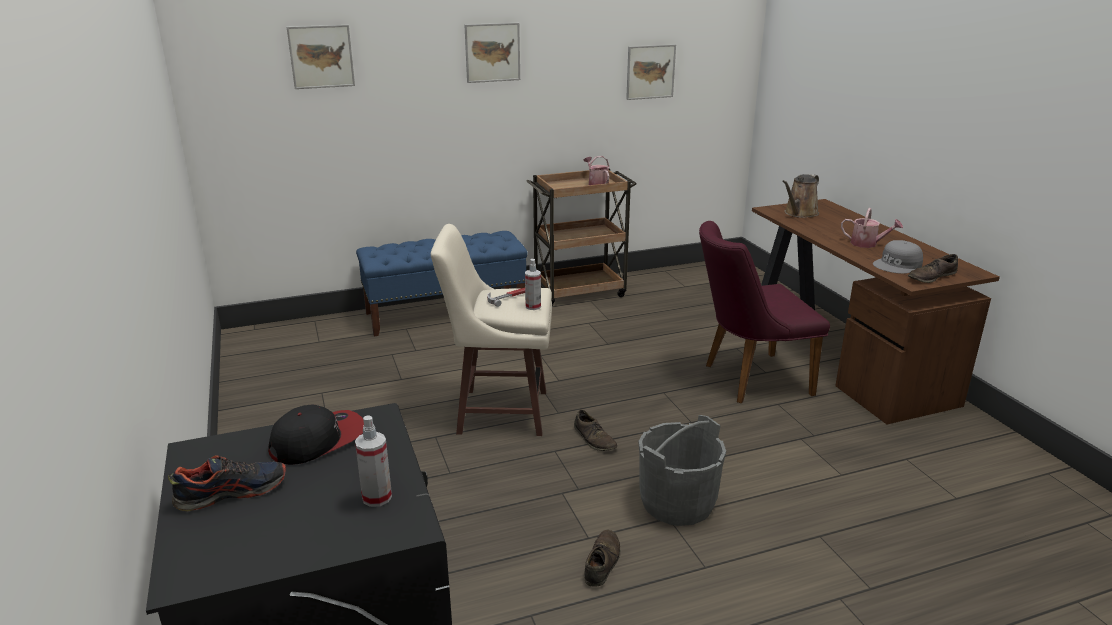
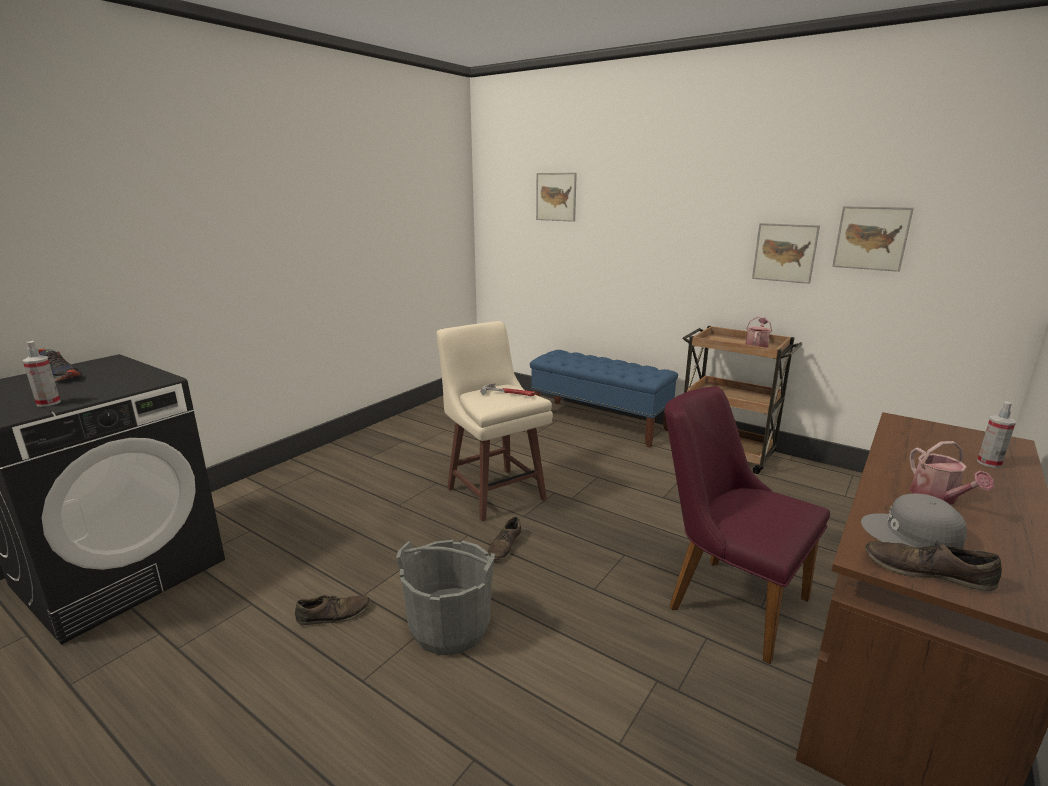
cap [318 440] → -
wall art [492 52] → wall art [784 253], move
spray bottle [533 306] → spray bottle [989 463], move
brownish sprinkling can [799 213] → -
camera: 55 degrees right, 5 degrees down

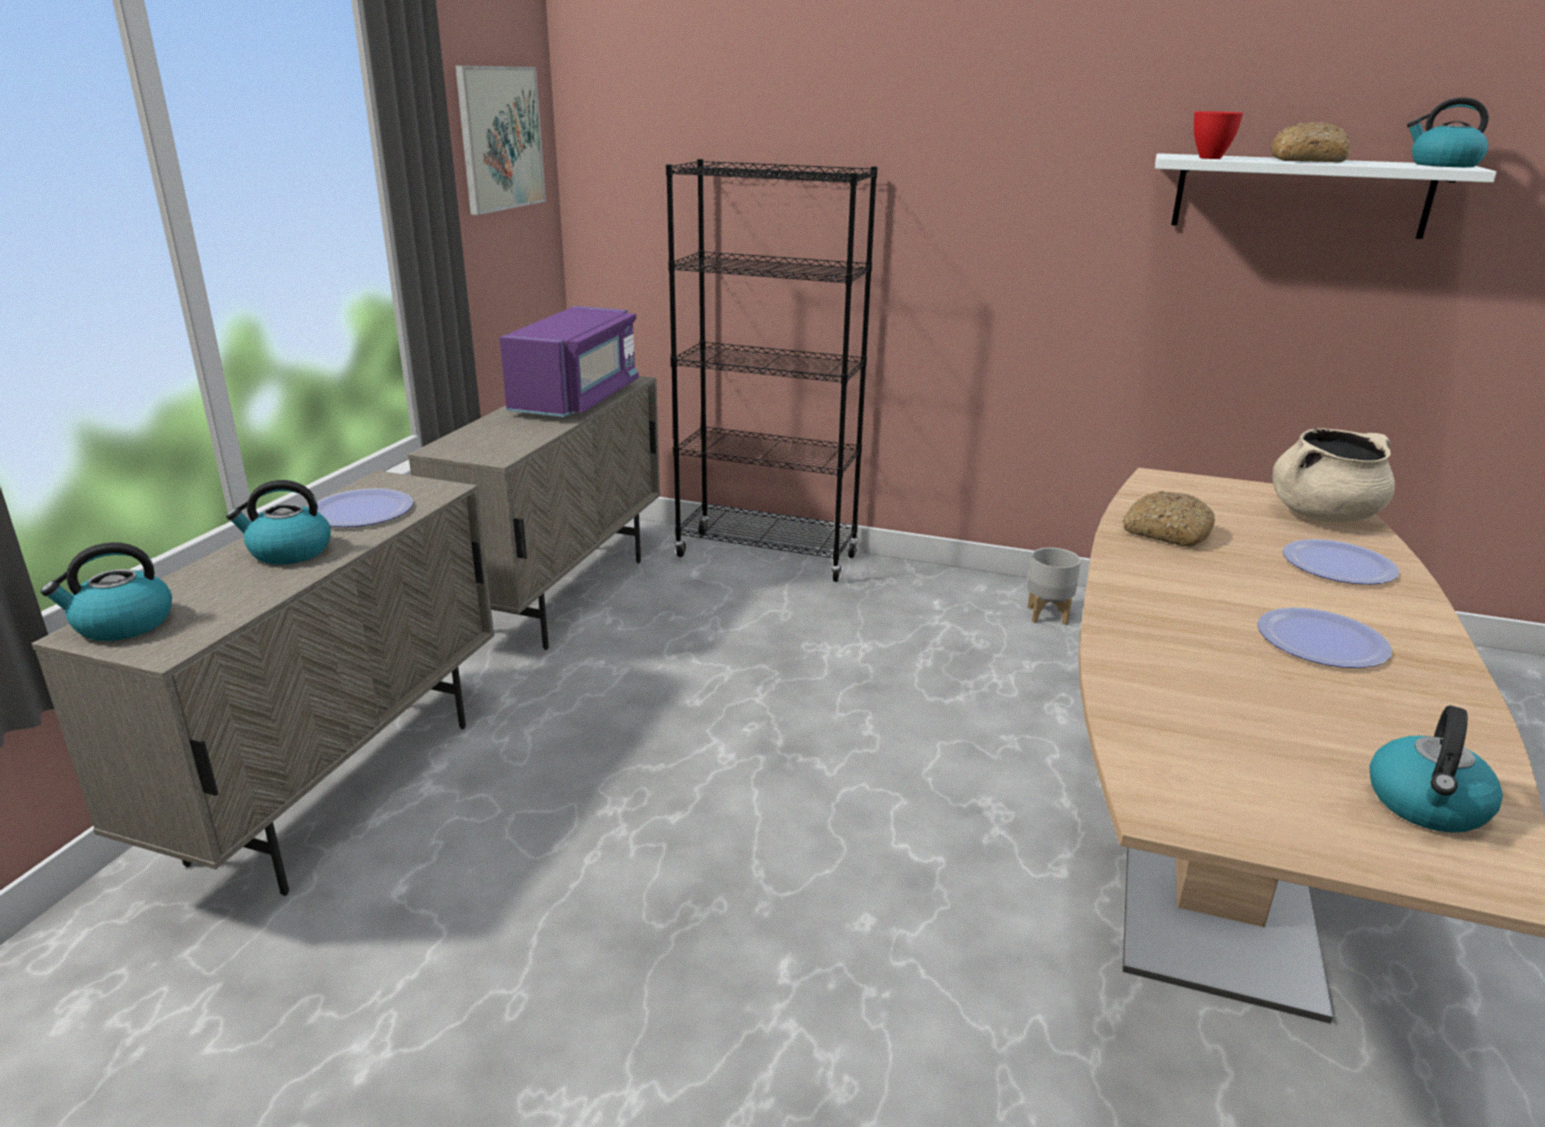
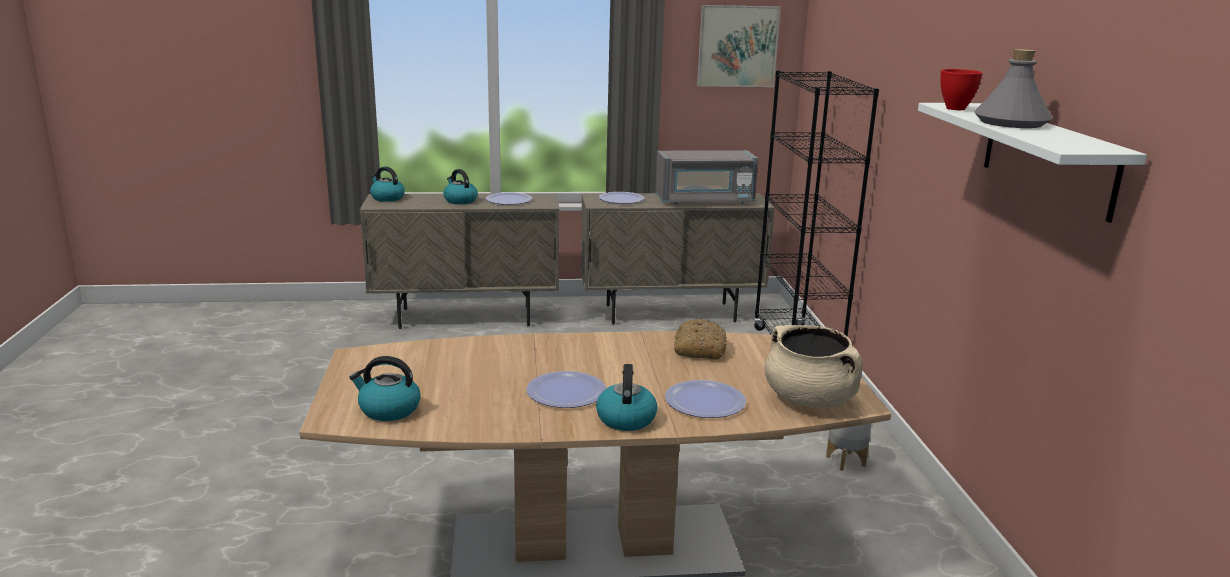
purple-coloured kitchen microwave [576 399] → grey kitchen microwave [704 201]
bakery bread [1308 160] → grey drink bottle [1012 123]
tea kettle [1443 165] → tea kettle [625 418], move
- → flat dish [621 199]
camera: 65 degrees right, 5 degrees down

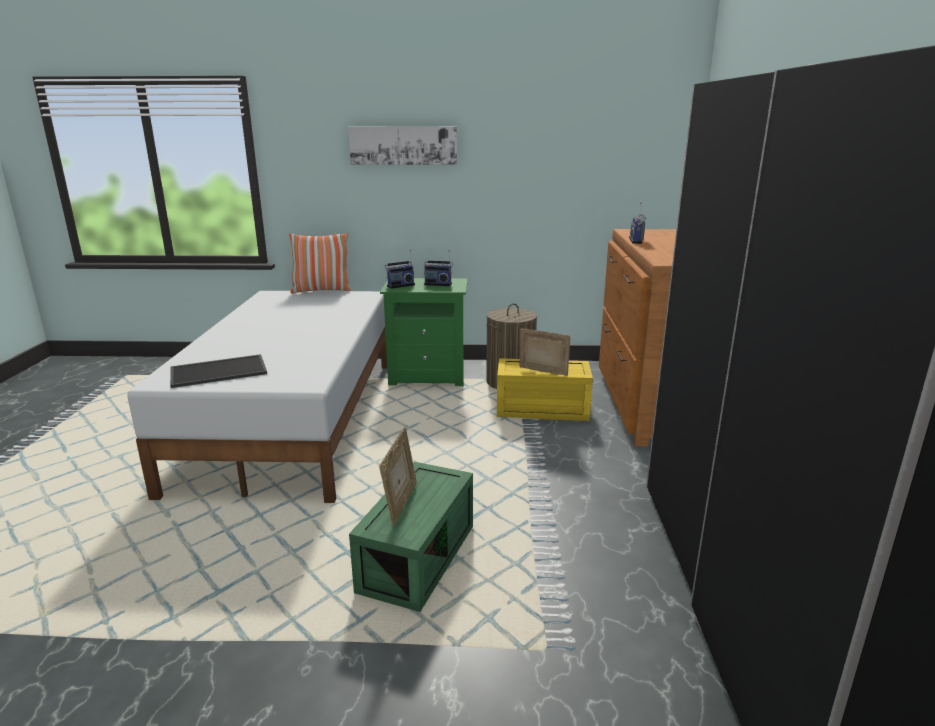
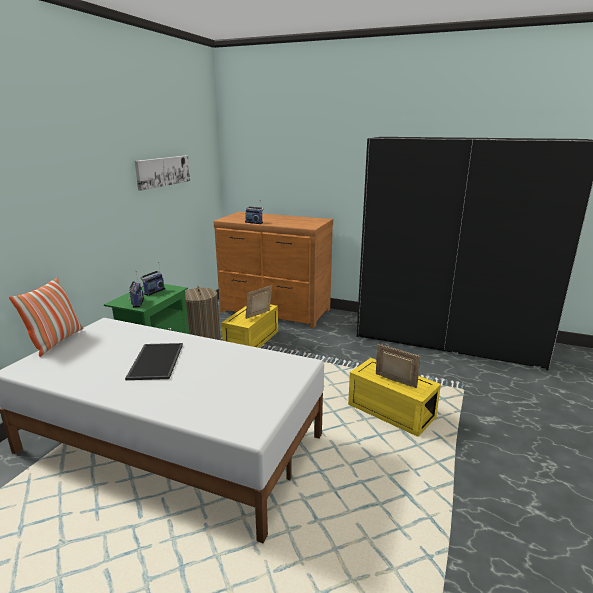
carrying tray [219 371] → carrying tray [155 361], move
wall art [403 145] → wall art [163 171], move
green storage box [416 556] → yellow storage box [389 411]
camera: 70 degrees left, 0 degrees up

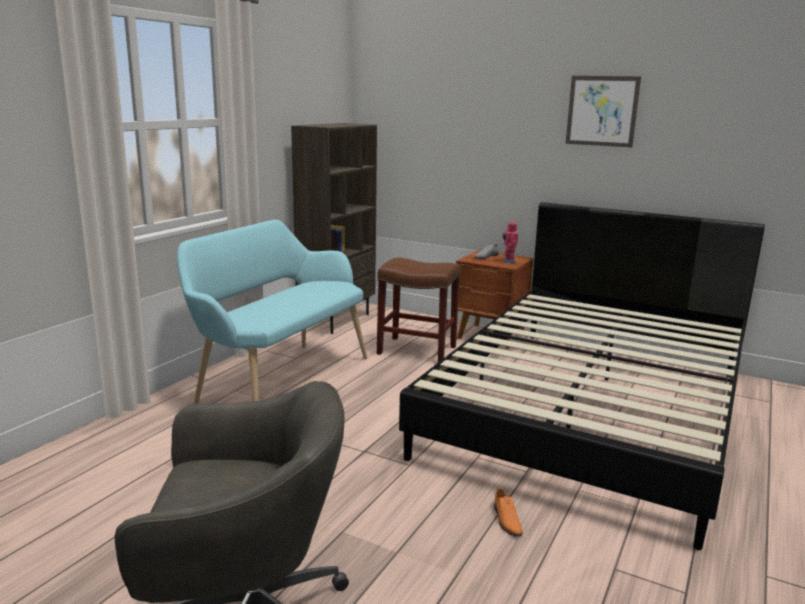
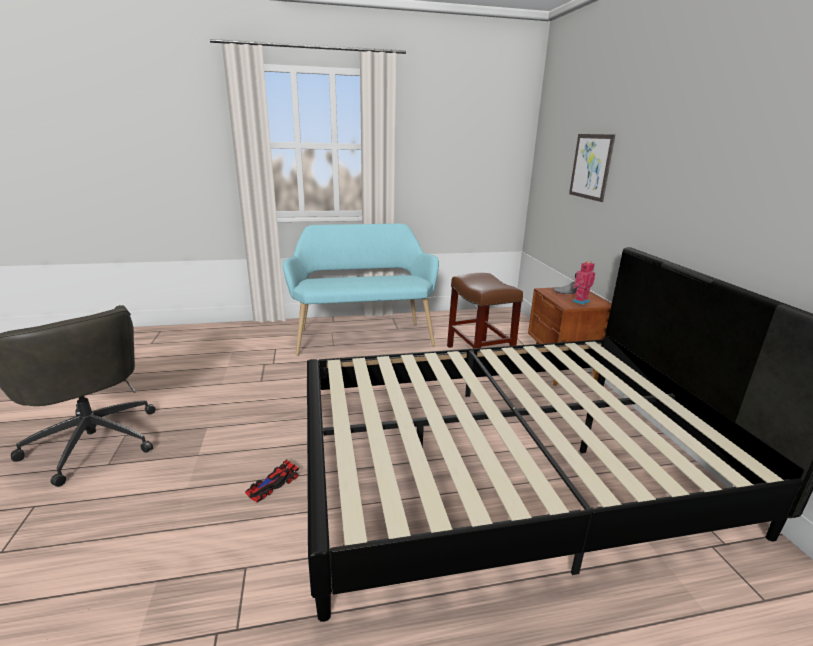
brownish bookcase [337 320] → -
orangey shoe [506 520] → model car [273 484]
wall art [602 111] → wall art [591 166], move
camera: 50 degrees right, 5 degrees up

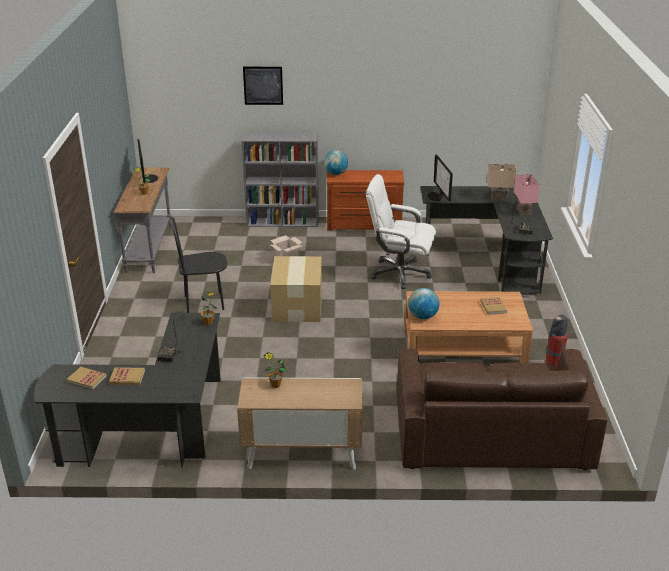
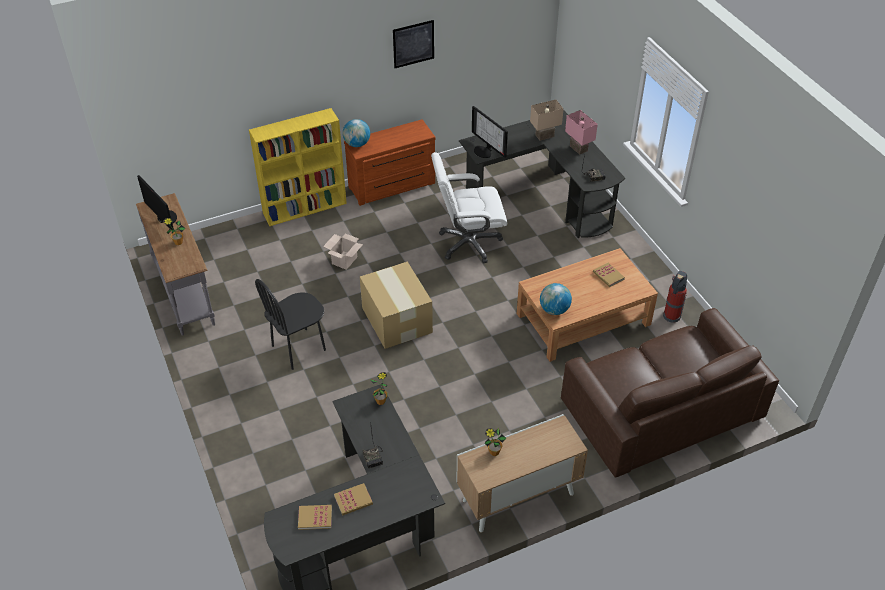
grey bookcase [283 222] → yellow bookcase [305 208]
wall art [263 85] → wall art [413 44], move
camera: 25 degrees left, 15 degrees up

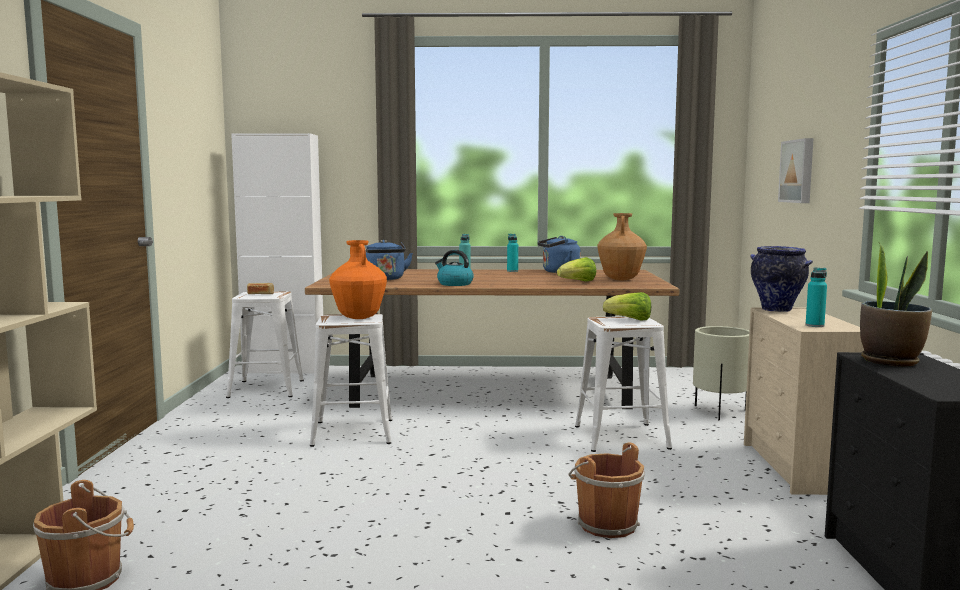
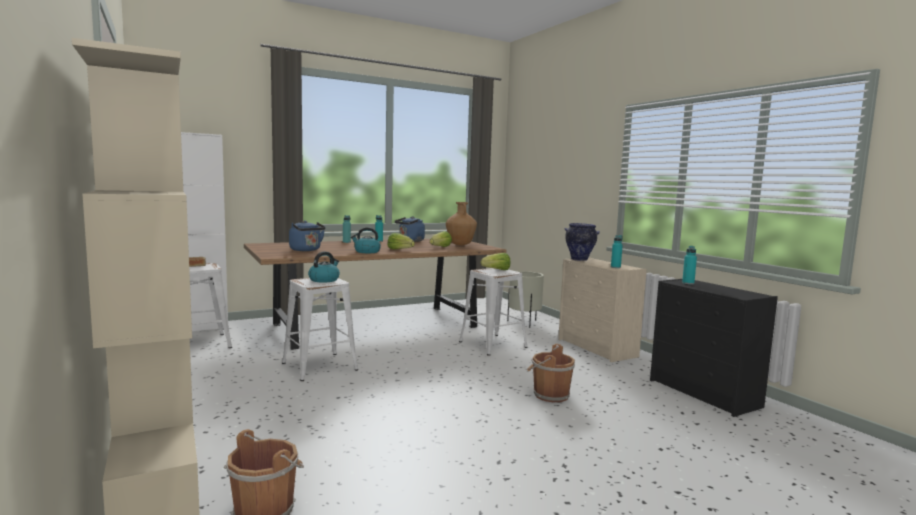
orangey flower vase [359 318] → tea kettle [324 280]
wall art [798 171] → -
potted plant [890 361] → turquoise-coloured drink bottle [688 283]
- → lettuce [400 250]
camera: 30 degrees left, 0 degrees up

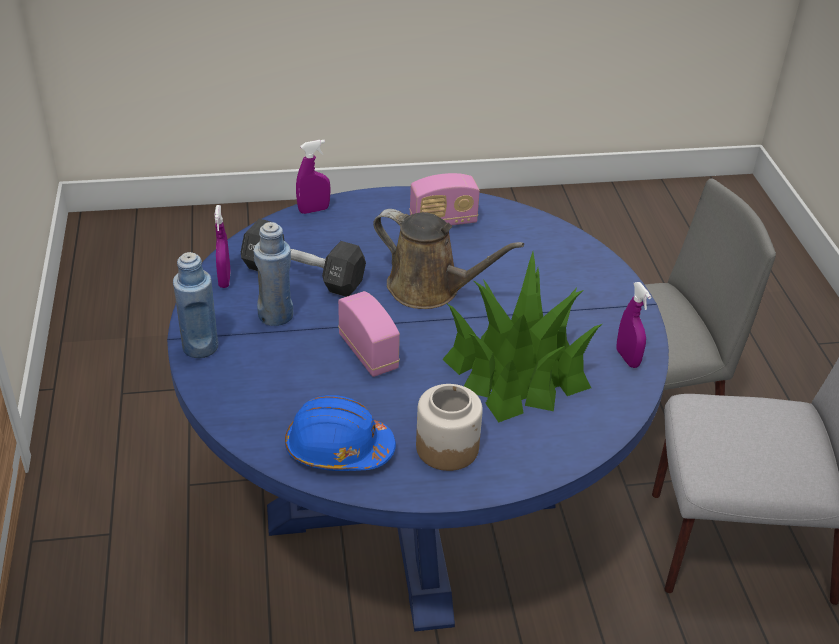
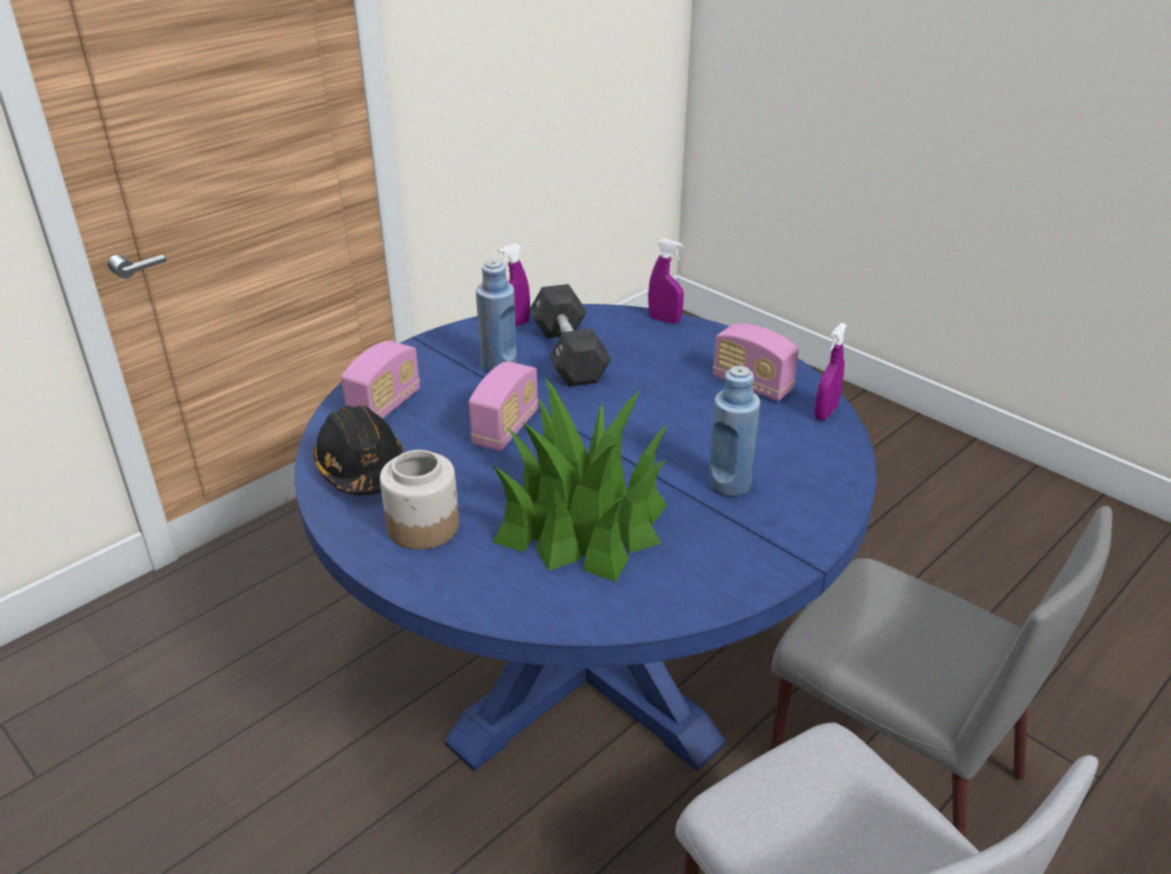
blue drink bottle [200 347] → blue drink bottle [729 484], move
blue safety helmet [338 449] → black safety helmet [362 469]
brownish sprinkling can [430 289] → -
purple-coloured spray bottle [627 358] → purple-coloured spray bottle [825 413], move
- → radio [385 406]
camera: 55 degrees right, 5 degrees down

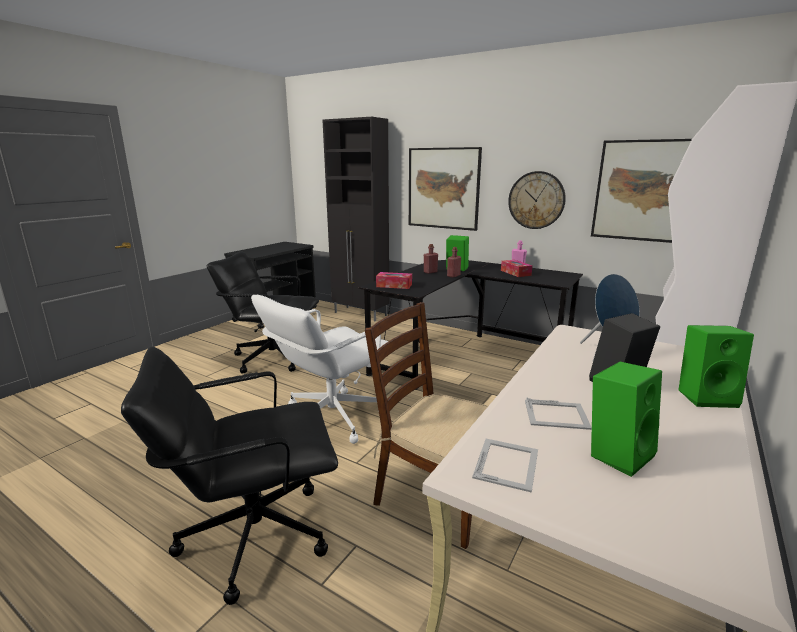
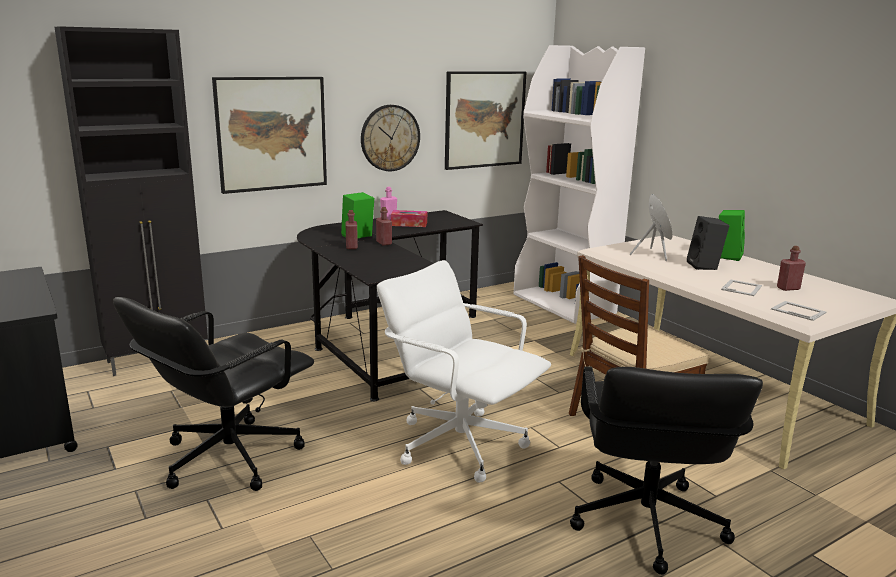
white-coloured computer chair [331 417] → white-coloured computer chair [459 443], 150 degrees clockwise
tissue holder [394 285] → -
green loudspeaker [617 453] → reddish drink bottle [788 288]
camera: 65 degrees left, 0 degrees up

